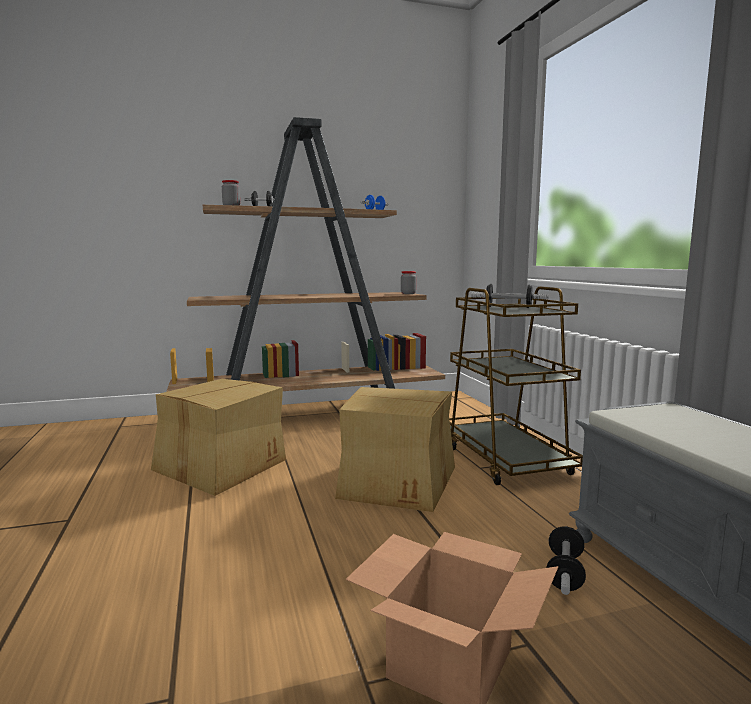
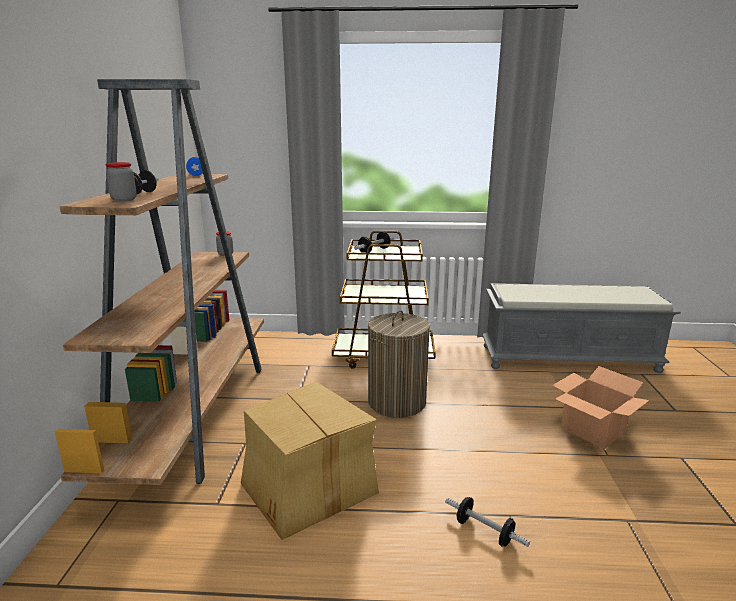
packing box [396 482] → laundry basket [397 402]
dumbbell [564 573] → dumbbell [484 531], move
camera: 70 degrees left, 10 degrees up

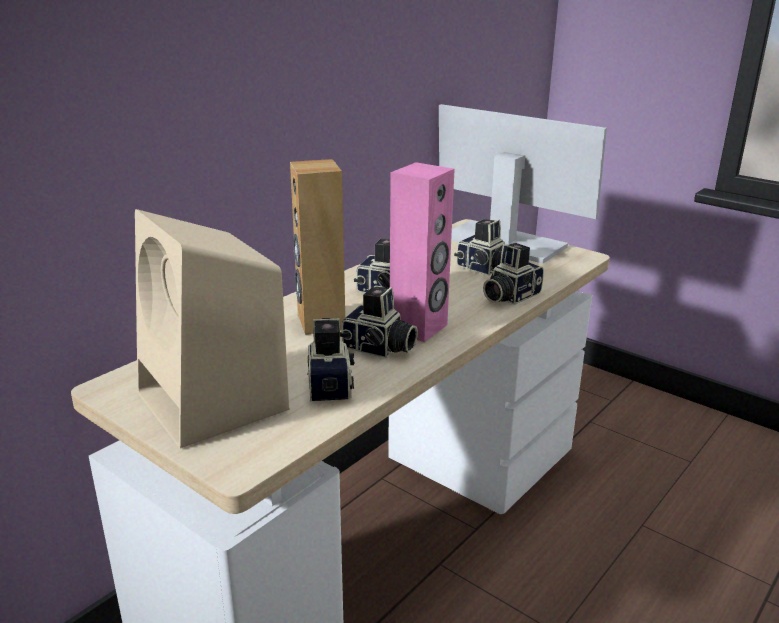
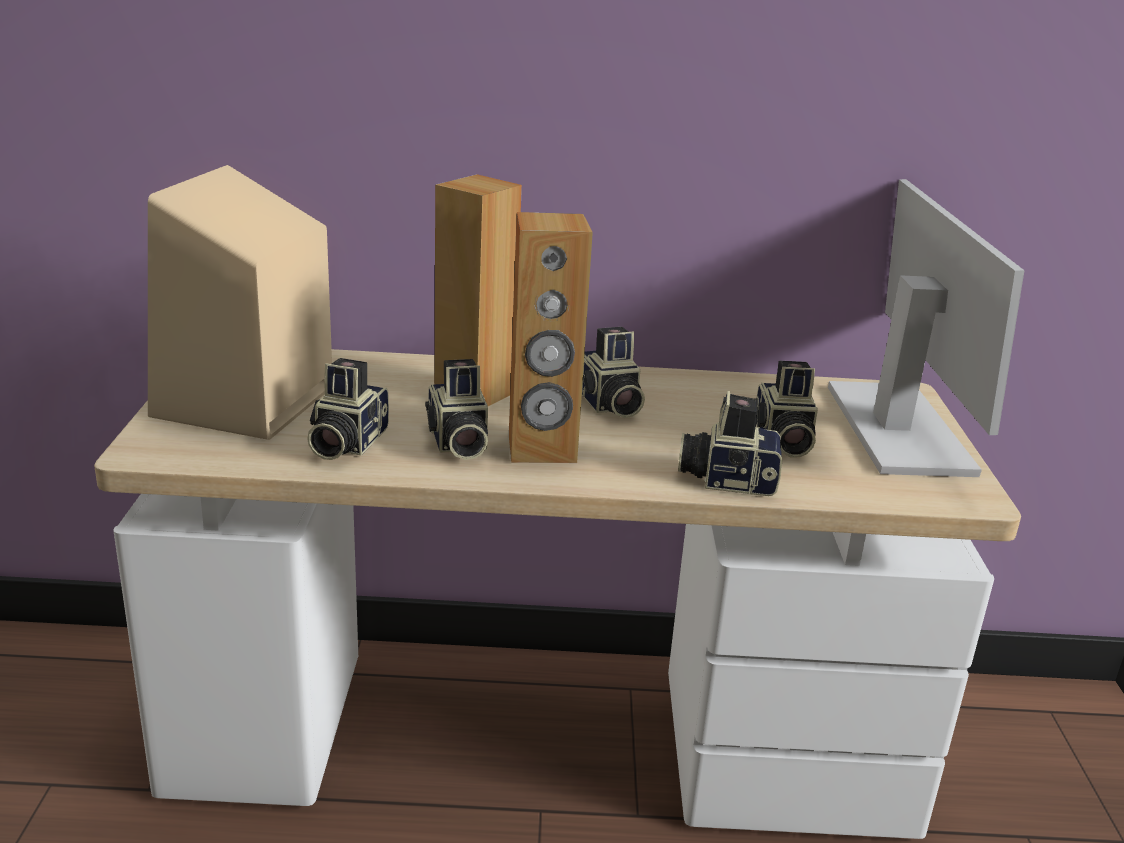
photo camera [331 384] → photo camera [345 443], 150 degrees clockwise
pink loudspeaker [419 328] → brownish loudspeaker [542 449]
camera: 50 degrees right, 0 degrees up

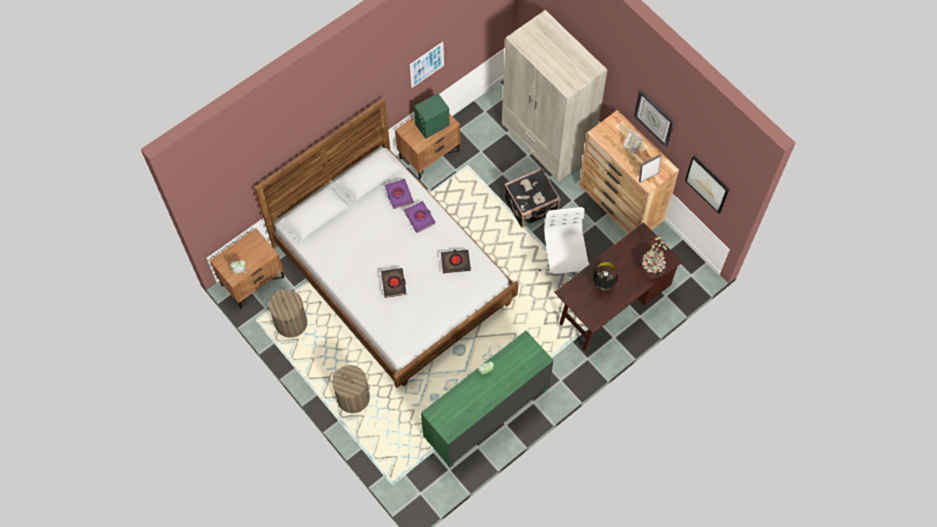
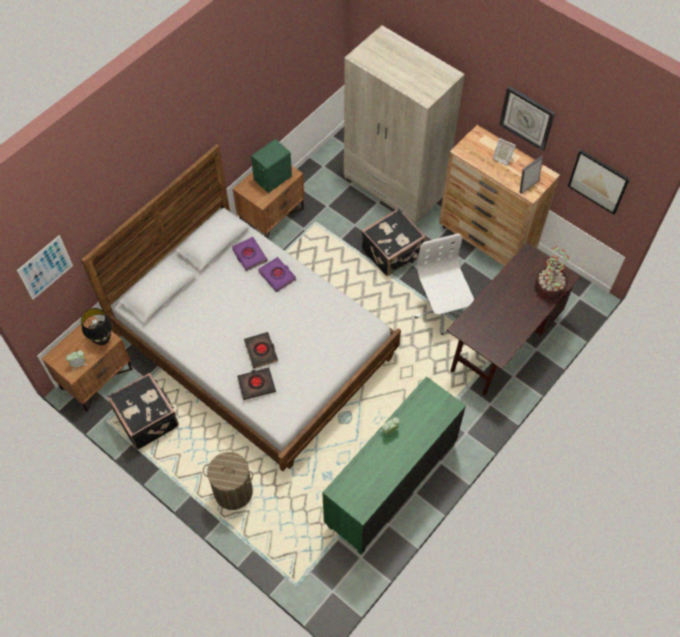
laundry basket [291 323] → black travel case [147 418]
wall art [426 64] → wall art [45 267], move
black volume [455 262] → black volume [256 384], move
black tabletop lamp [602 286] → black tabletop lamp [102 339], move
camera: 10 degrees left, 5 degrees down

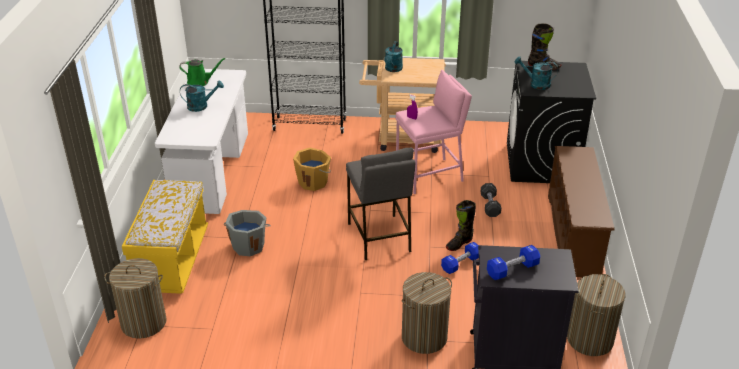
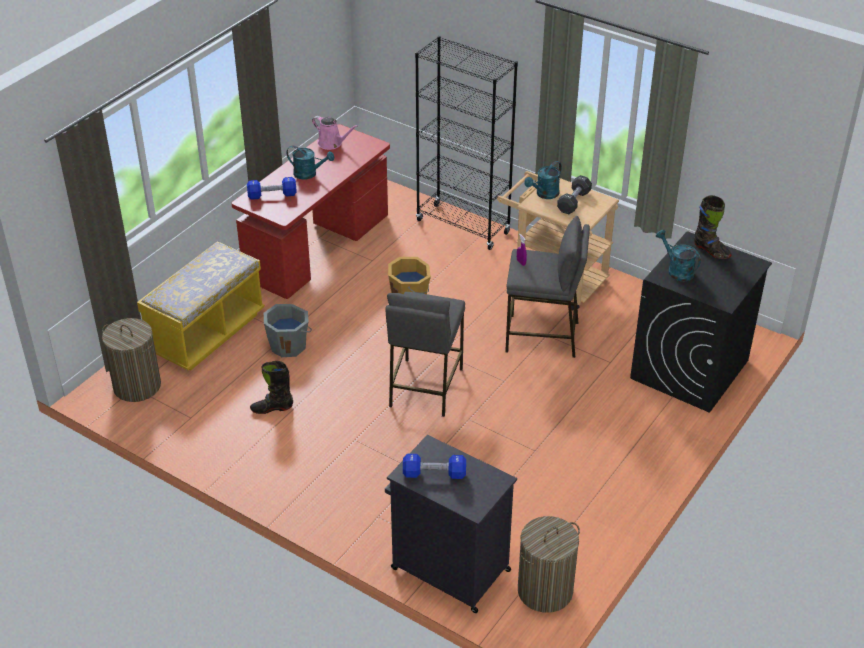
white-coloured desk [211 171] → reddish desk [317 247]
green sprinkling can [200 82] → pink sprinkling can [332 143]
pink stool [430 176] → grey stool [542 337]
laundry basket [424 337] → -
blue dumbbell [461 264] → blue dumbbell [272 195], move
black boot [459 244] → black boot [272 408], move
black dumbbell [490 205] → black dumbbell [574 202], move
brownish shoe shelf [574 236] → -
camera: 30 degrees right, 5 degrees up

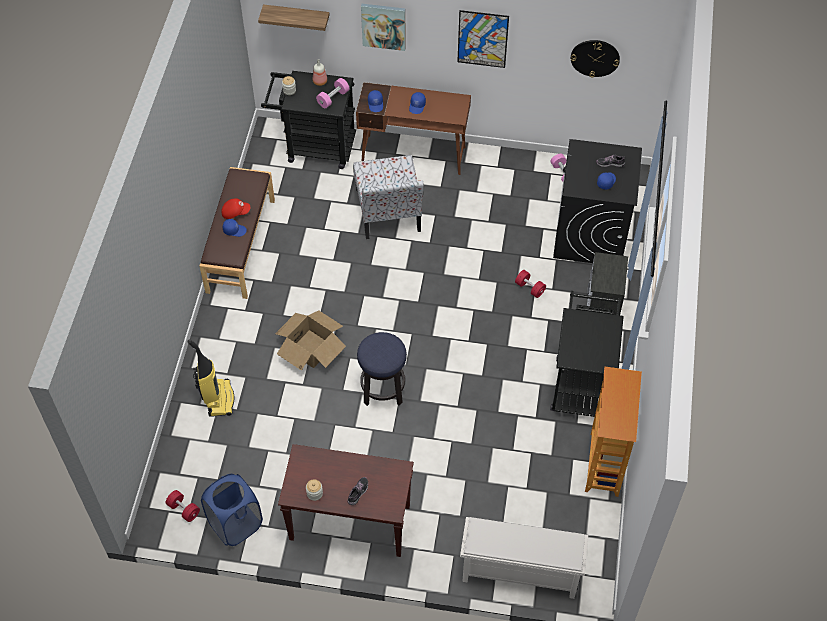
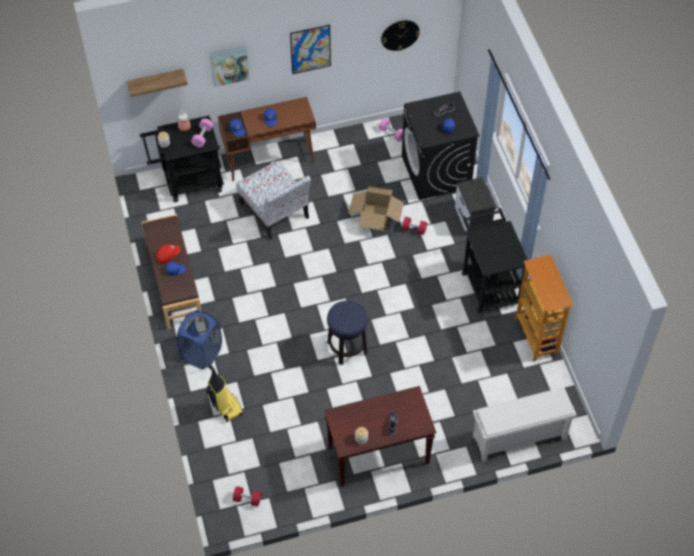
blue laundry basket [235 524] → blue laundry basket [202 353], move
packing box [311 349] → packing box [375 216], move
camera: 25 degrees left, 0 degrees up

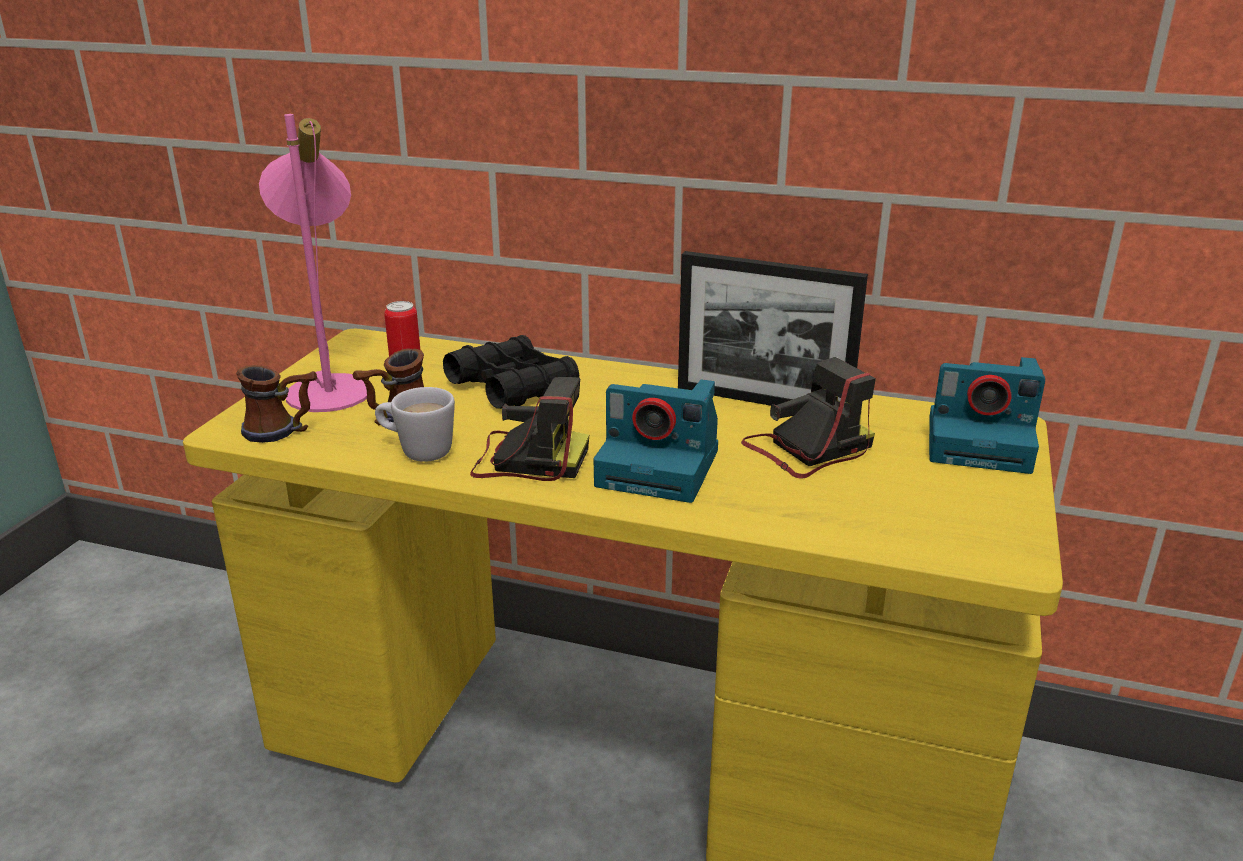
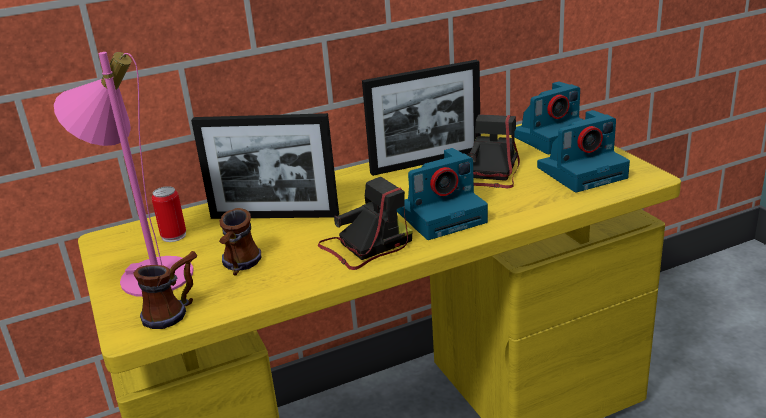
white-coloured coffee mug [417 451] → -
black binoculars [512 386] → photo frame [274 216]
- → photo camera [582 172]
camera: 40 degrees left, 0 degrees up

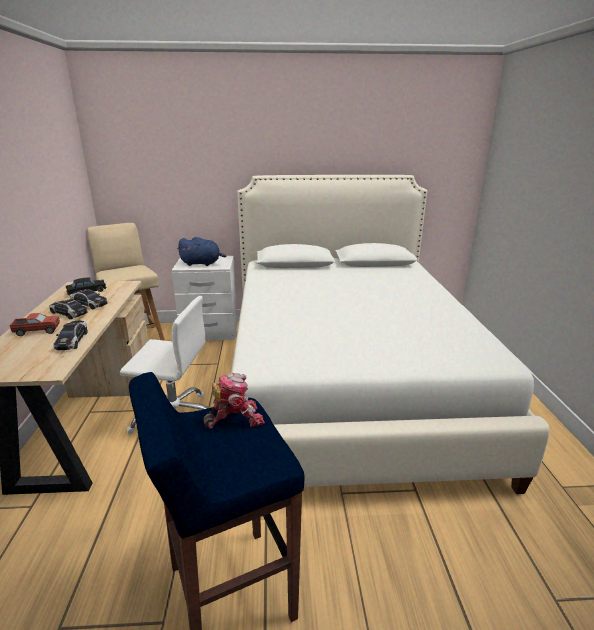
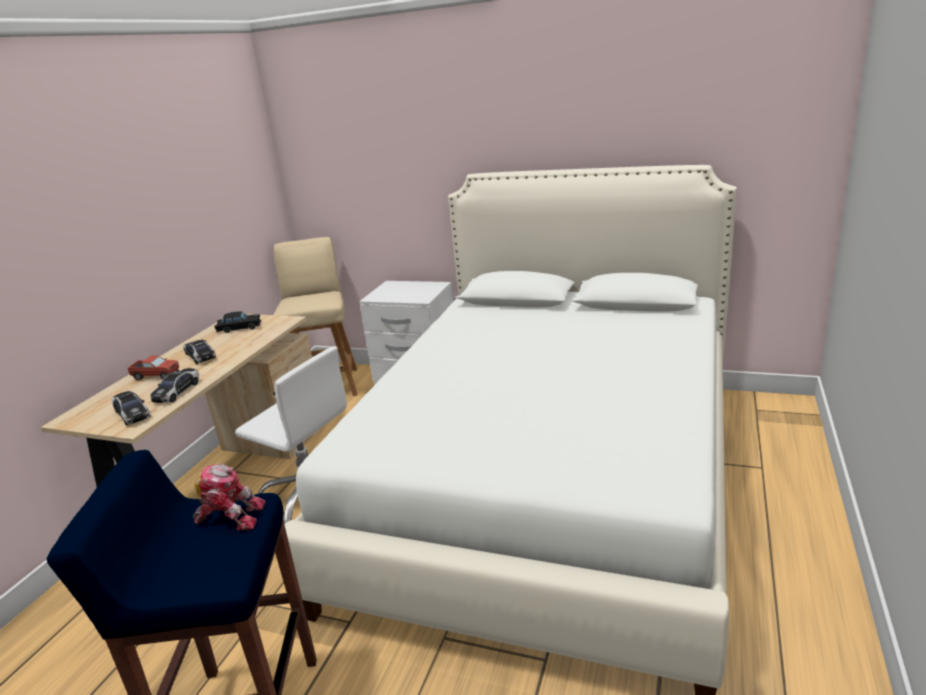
model car [89 304] → model car [132 413], move
blue cuddly toy [202 263] → -
camera: 25 degrees right, 0 degrees up

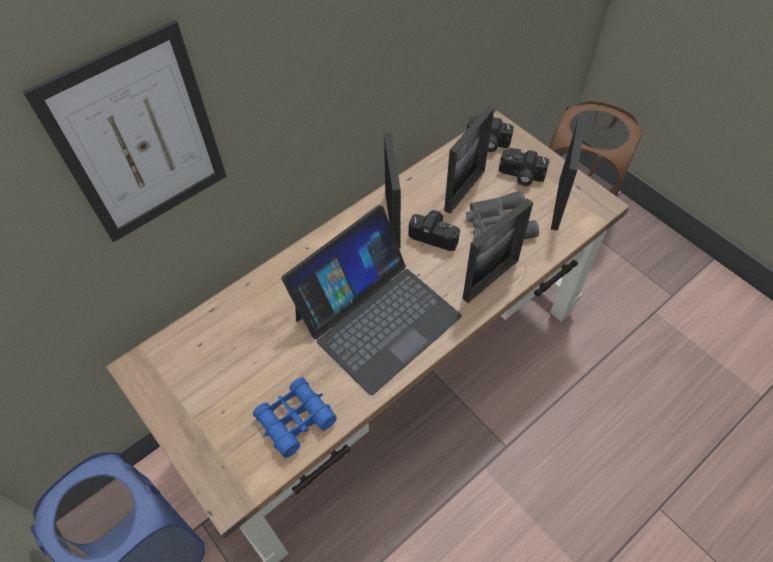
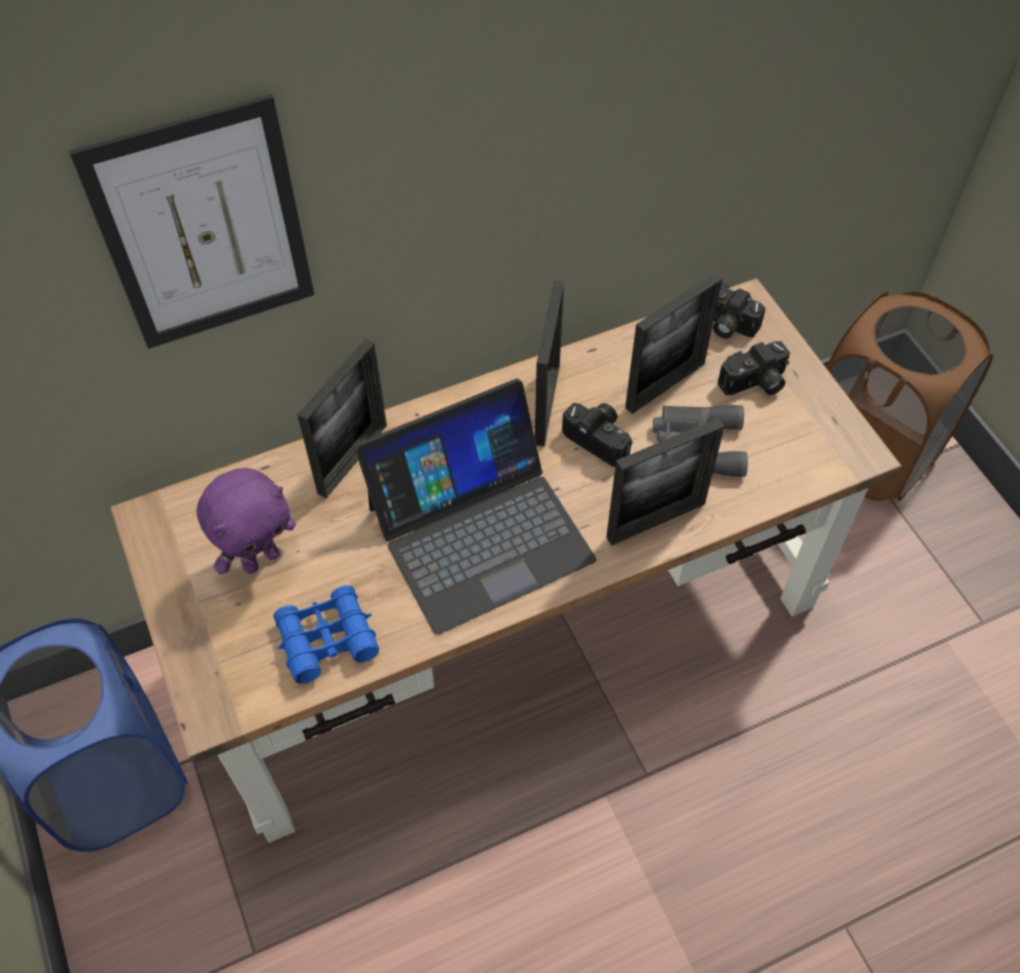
photo camera [520 176] → photo camera [755 383], 60 degrees counterclockwise
photo frame [558 203] → photo frame [352 459], move
- → purple-coloured cuddly toy [261 559]
camera: 15 degrees right, 0 degrees up

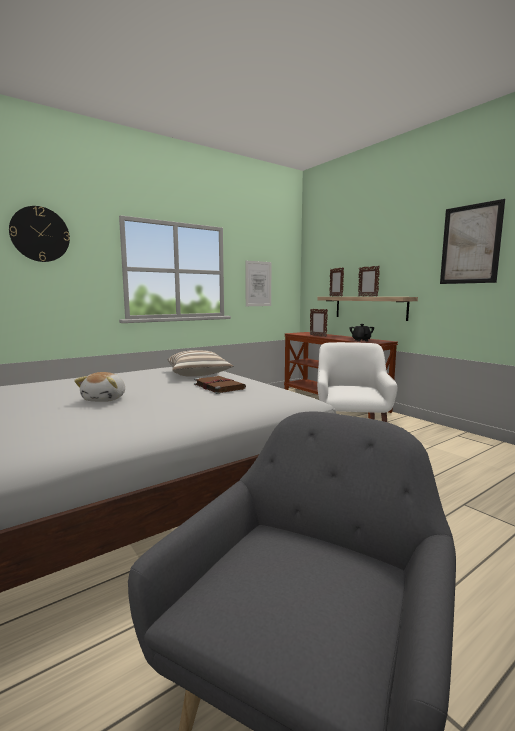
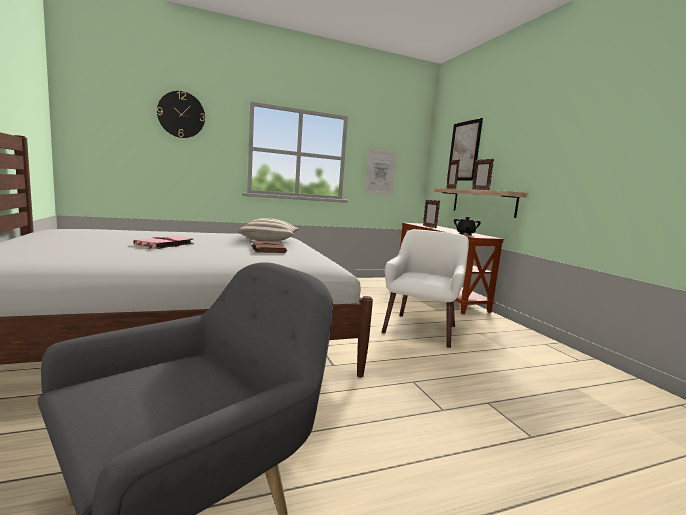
cuddly toy [105 399] → pink volume [164 244]
wall art [470 244] → wall art [464 151], move
camera: 15 degrees right, 0 degrees up

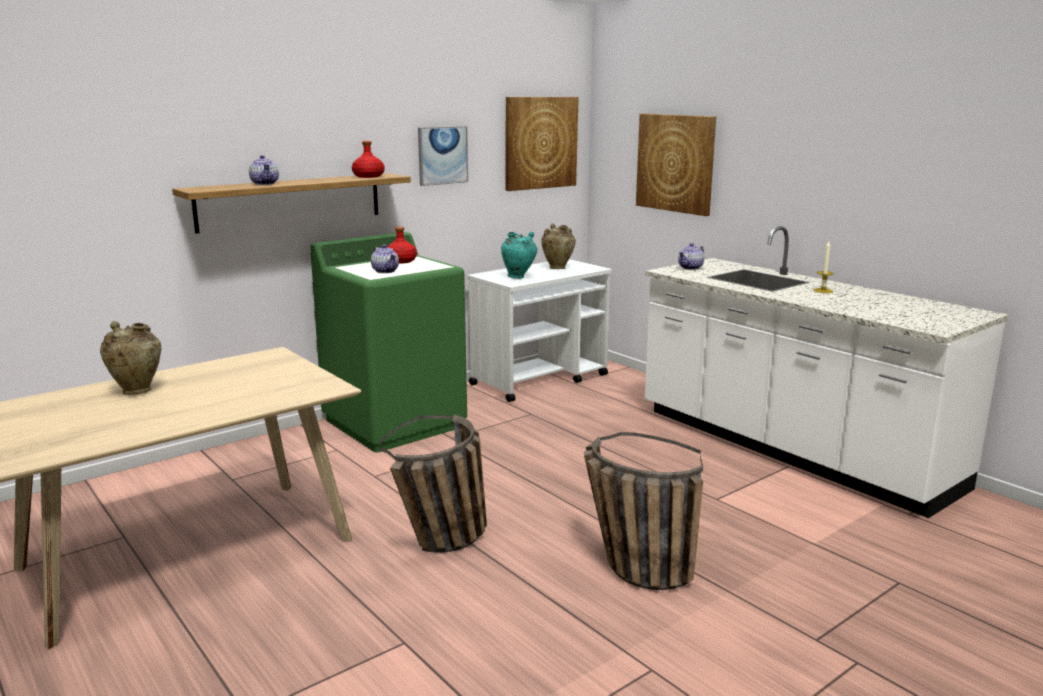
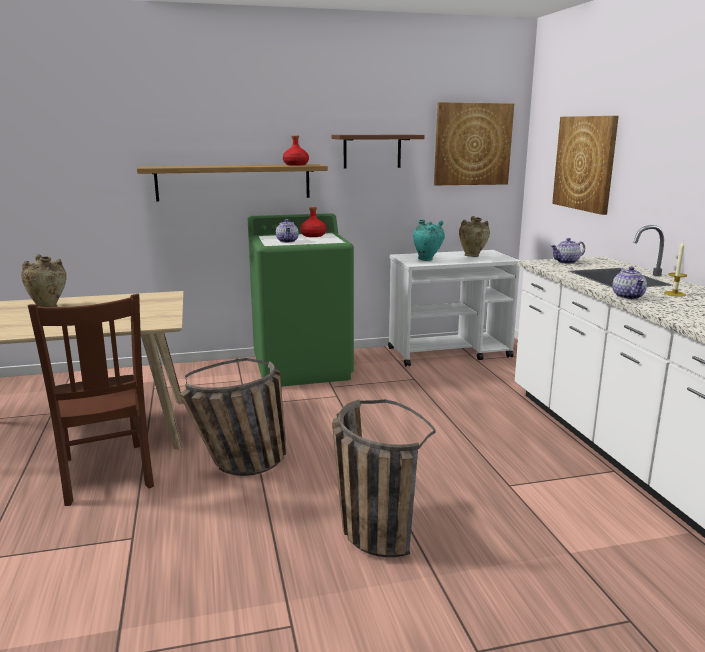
teapot [265 183] → teapot [628 296], move
wall art [442 155] → brownish wall shelf [372 151]
- → brownish plain chair [106 475]
camera: 25 degrees right, 0 degrees up

